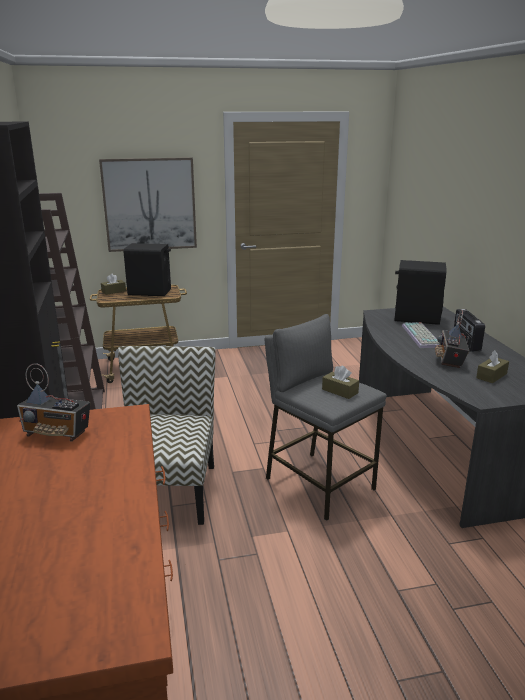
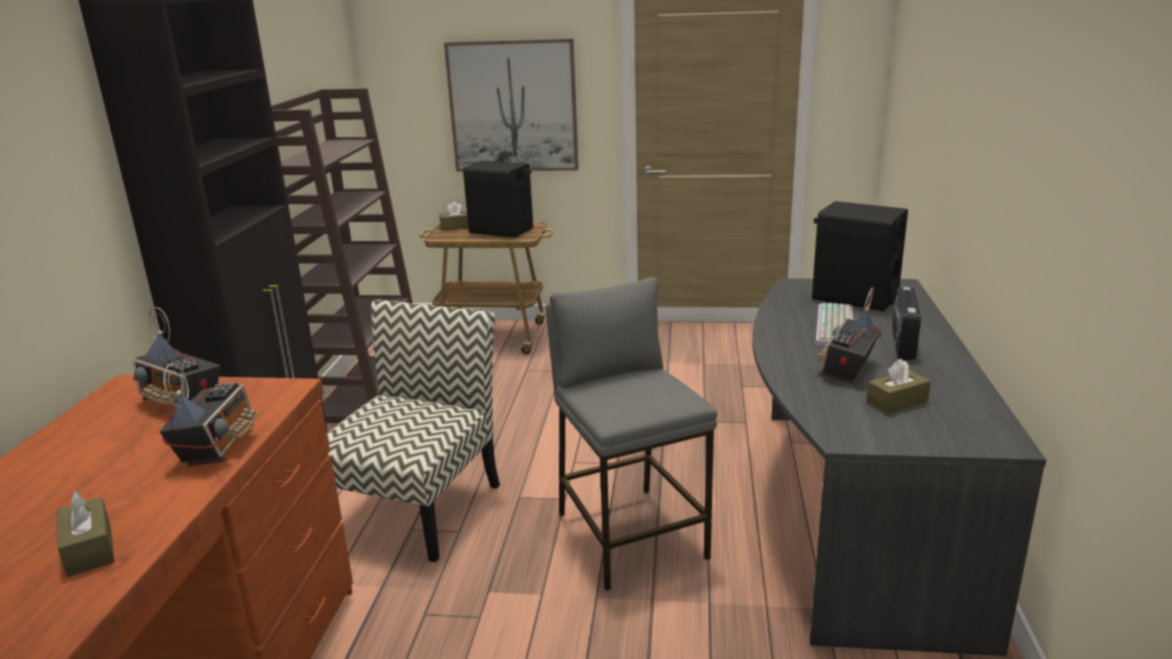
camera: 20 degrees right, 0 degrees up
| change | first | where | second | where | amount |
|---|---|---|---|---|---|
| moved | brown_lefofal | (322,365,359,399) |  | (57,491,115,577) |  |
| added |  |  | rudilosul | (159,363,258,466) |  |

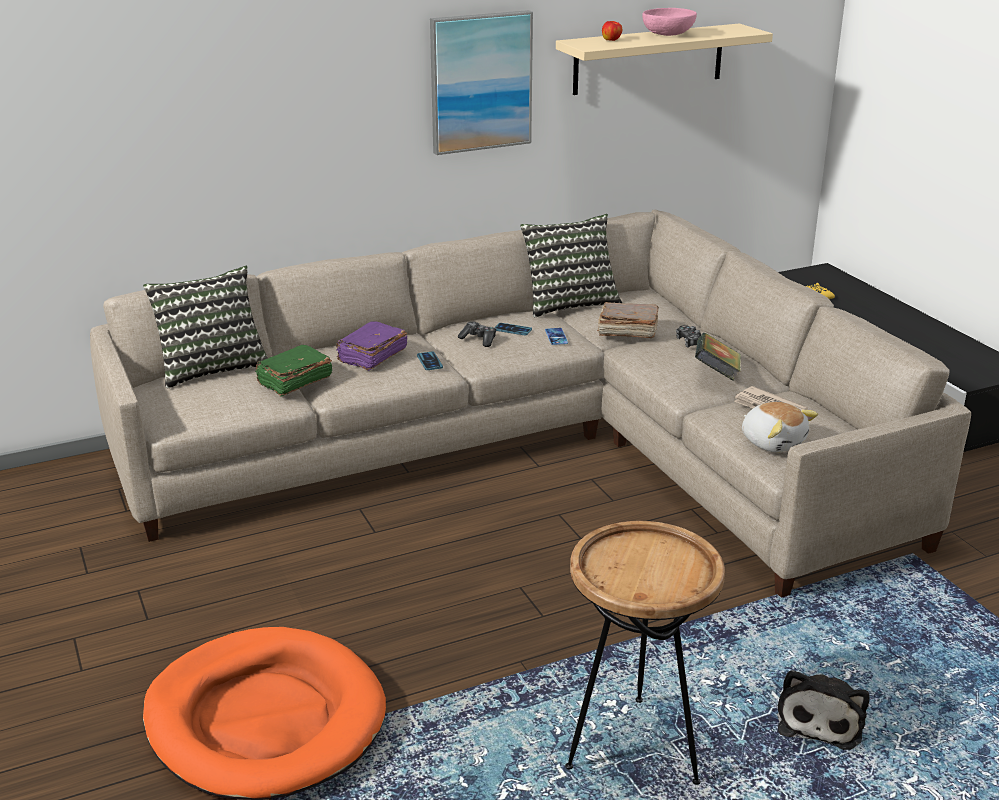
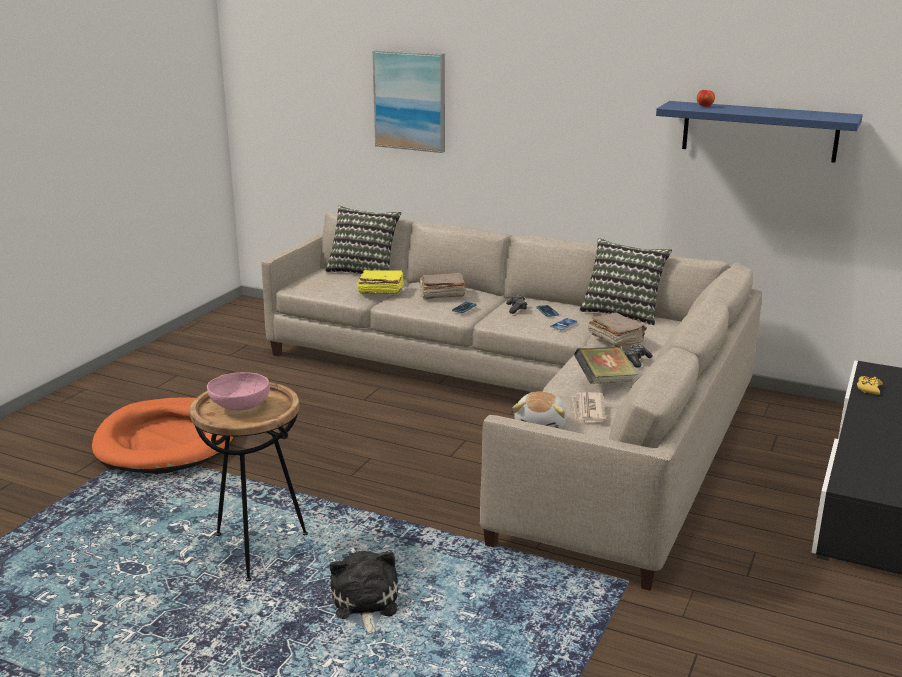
camera: 50 degrees right, 5 degrees down
| change | first | where | second | where | amount |
|---|---|---|---|---|---|
| moved | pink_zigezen | (642,8,697,36) |  | (207,372,270,411) |  |
| turned | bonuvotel | (777,670,869,750) |  | (330,550,398,634) | 105 degrees clockwise |
| recoloured | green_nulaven | (255,345,332,397) | yellow_nulaven | (357,270,404,294) |  |
| moved | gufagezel | (430,10,533,155) |  | (372,50,445,153) |  |
| recoloured | purple_nulaven | (336,321,408,371) | brown_nulaven | (419,273,466,299) |  |
| recoloured | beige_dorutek | (556,24,773,95) | blue_dorutek | (656,101,863,163) |  |

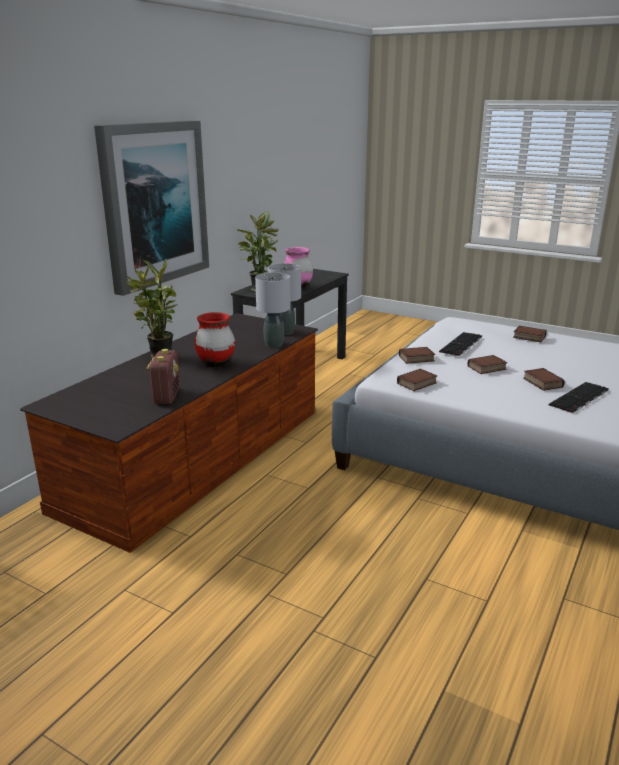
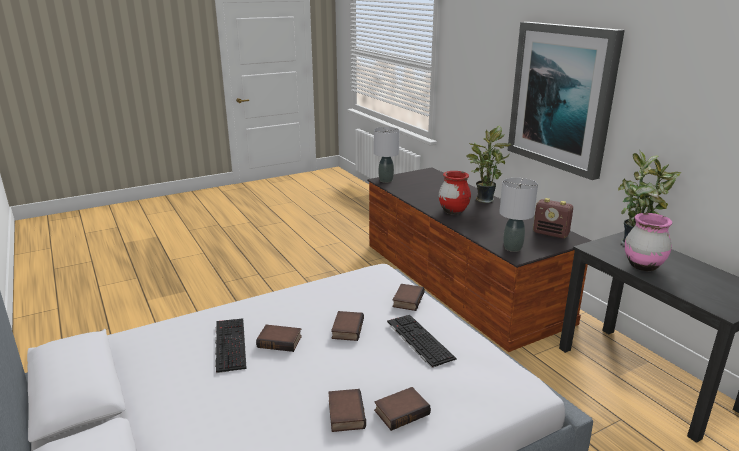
camera: 120 degrees right, 0 degrees up
| change | first | where | second | where | amount |
|---|---|---|---|---|---|
| moved | nulaven | (397,369,437,391) |  | (328,389,366,432) |  |
| moved | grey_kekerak | (255,272,290,348) |  | (374,127,400,183) |  |
| moved | rudilosul | (146,349,180,404) |  | (533,198,573,238) |  |

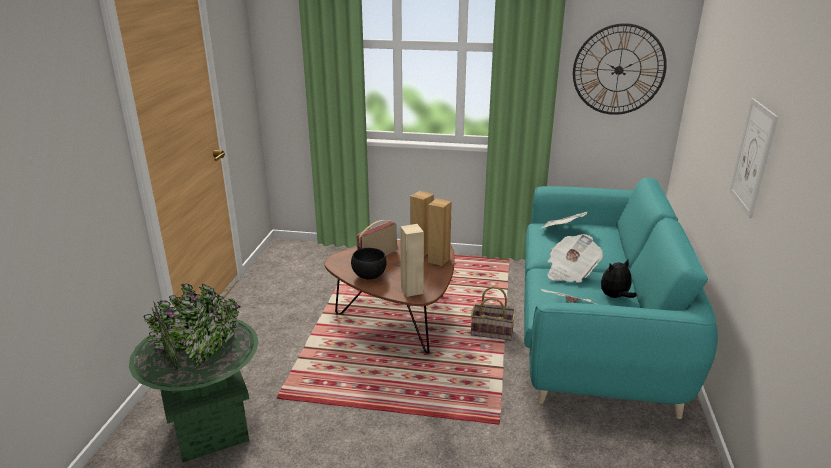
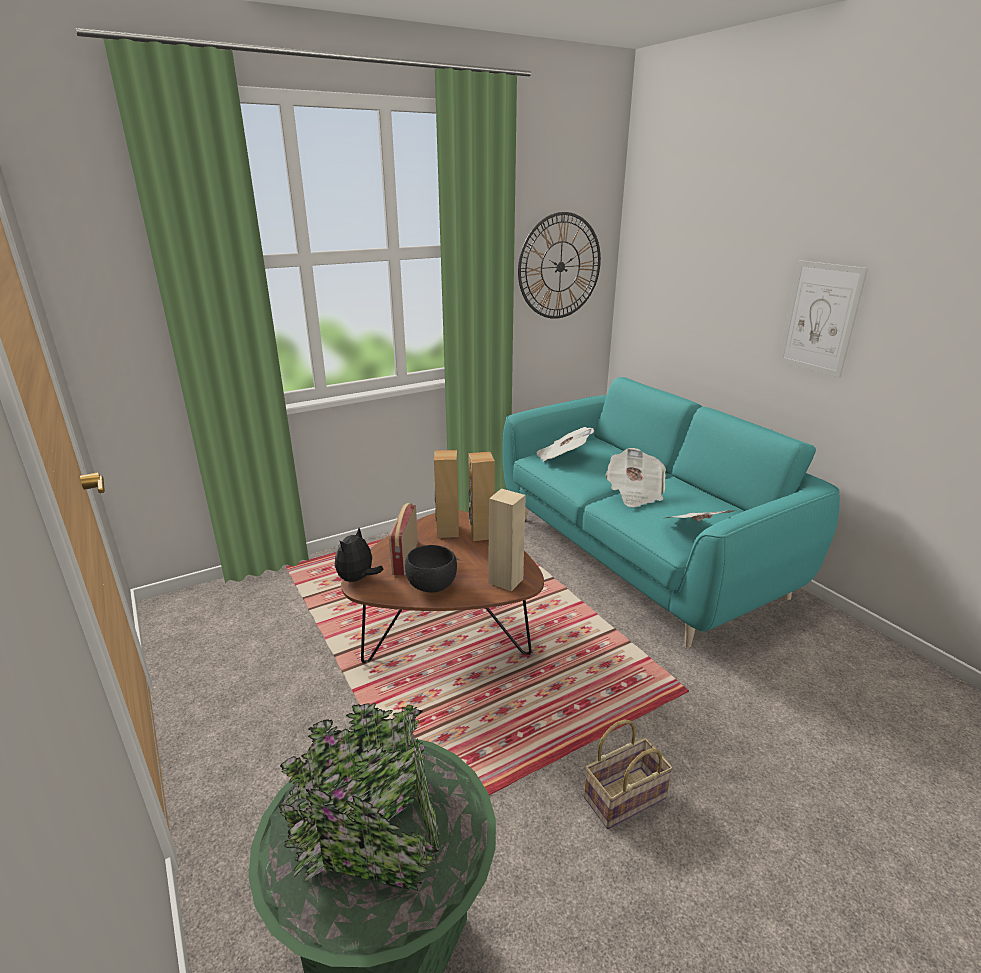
camera: 40 degrees left, 0 degrees up
| change | first | where | second | where | amount |
|---|---|---|---|---|---|
| moved | bonuvotel | (601,260,636,298) |  | (335,528,384,582) |  |
| moved | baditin | (471,286,515,341) |  | (584,719,673,829) |  |

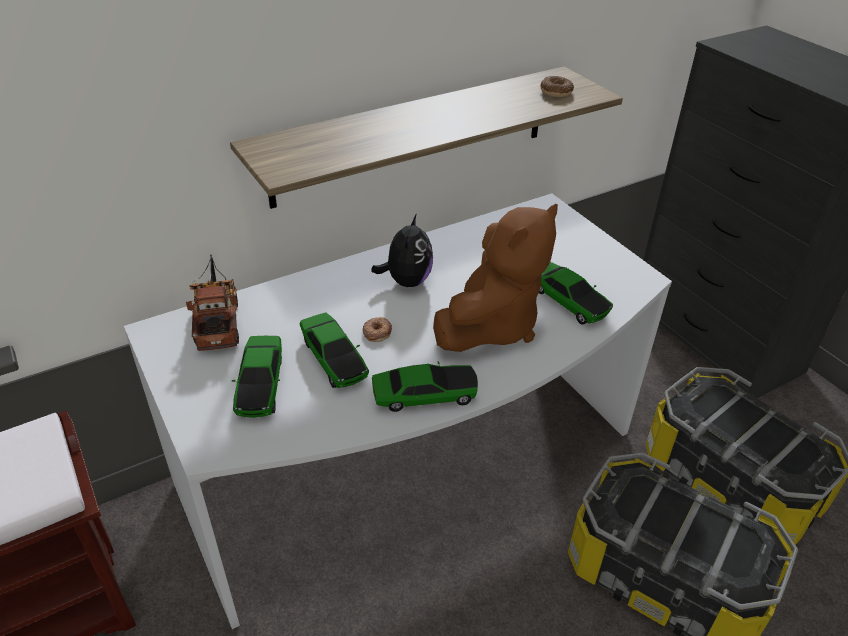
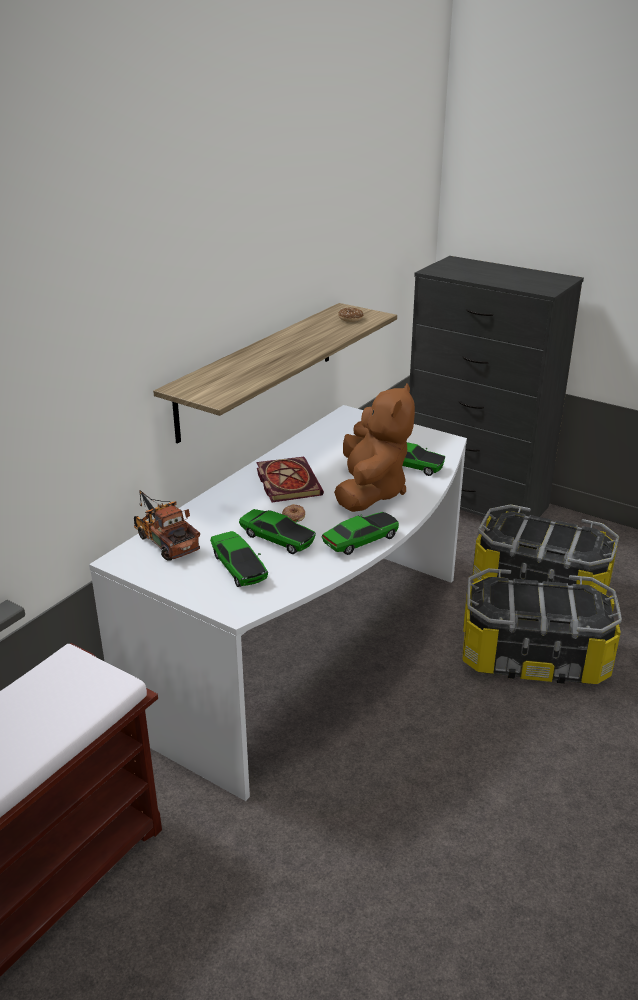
camera: 25 degrees left, 10 degrees down
| change | first | where | second | where | amount |
|---|---|---|---|---|---|
| replaced | bonuvotel | (371,214,433,287) | nulaven | (256,457,324,502) |  |

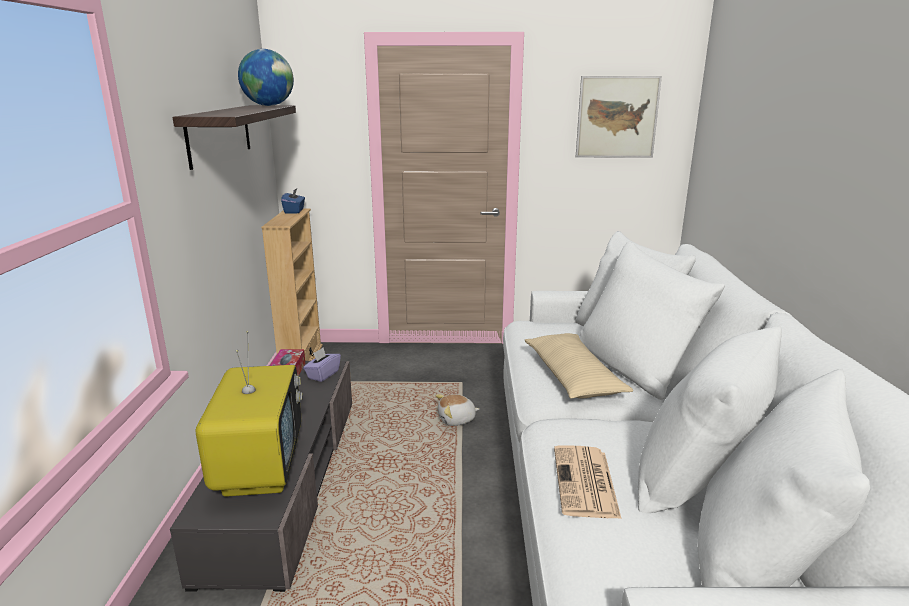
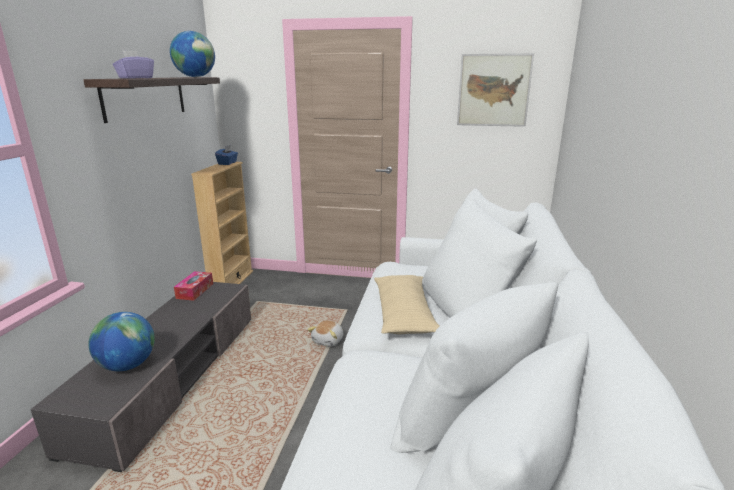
camera: 10 degrees right, 0 degrees up
| change | first | where | second | where | amount |
|---|---|---|---|---|---|
| replaced | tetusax | (196,331,302,497) | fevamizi | (88,312,155,371) |  |
| moved | purple_lefofal | (303,347,341,382) |  | (113,50,154,79) |  |
| turned | bonuvotel | (436,394,479,426) |  | (307,320,343,347) | 60 degrees counterclockwise |
| removed | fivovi | (554,445,622,519) |  |  |  |

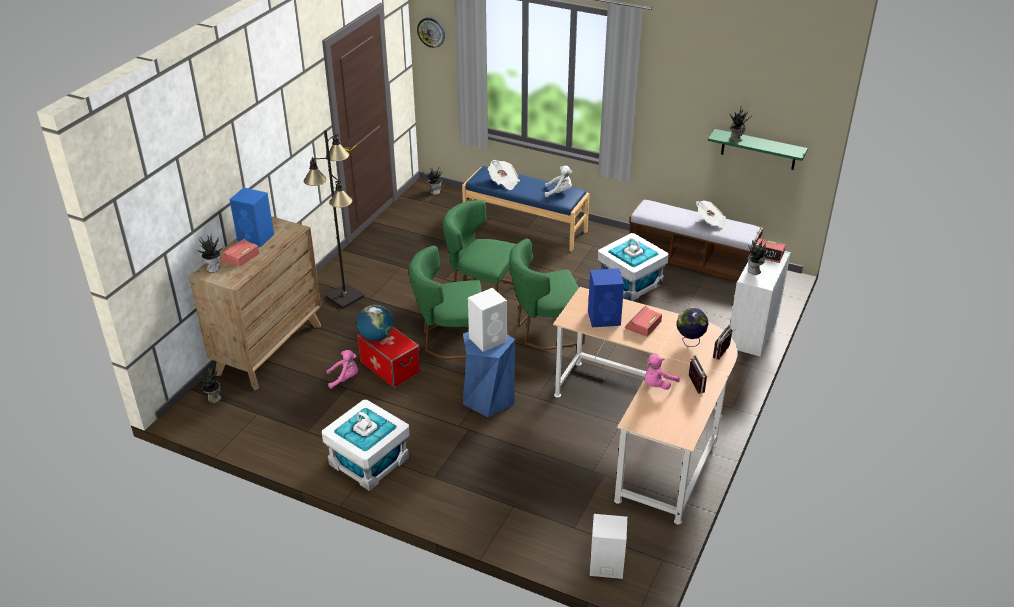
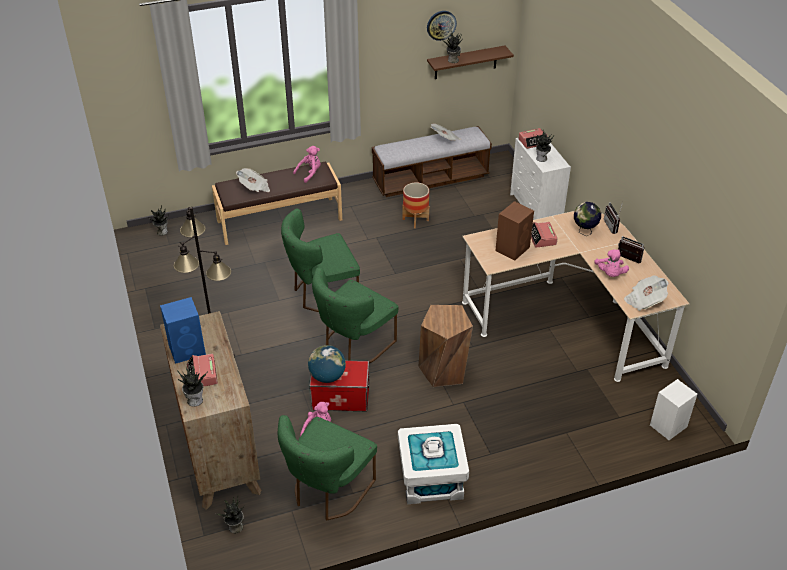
camera: 45 degrees left, 5 degrees up
| change | first | where | second | where | amount |
|---|---|---|---|---|---|
| recoloured | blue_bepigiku | (462,166,590,251) | brown_bepigiku | (212,162,342,245) |  |
| moved | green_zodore | (509,239,585,350) |  | (278,415,377,520) |  |
| recoloured | white_bonuvotel | (545,166,572,197) | pink_bonuvotel | (293,146,321,183) |  |
| replaced | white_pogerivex | (598,233,669,301) | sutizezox | (402,182,429,228) |  |
| recoloured | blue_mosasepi | (463,332,515,417) | brown_mosasepi | (418,305,473,387) |  |
| moved | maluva | (417,17,445,48) |  | (427,11,457,41) |  |
| recoloured | green_dorutek | (708,129,808,170) | brown_dorutek | (427,46,514,79) |  |
| recoloured | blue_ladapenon | (588,268,624,327) | brown_ladapenon | (495,201,534,261) |  |
| added |  |  | fivovi | (624,275,669,311) |  |
| removed | white_ladapenon | (468,288,507,352) |  |  |  |

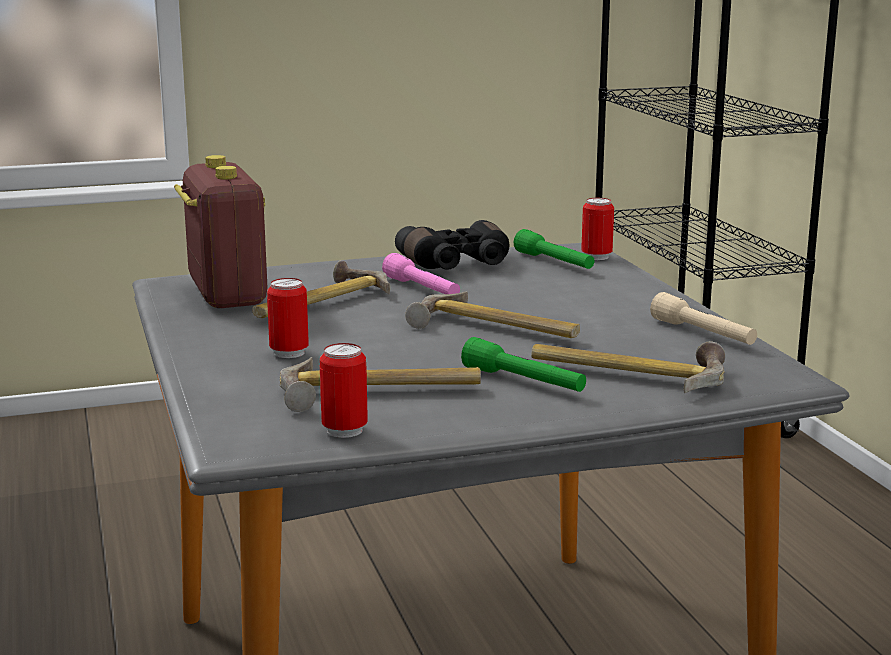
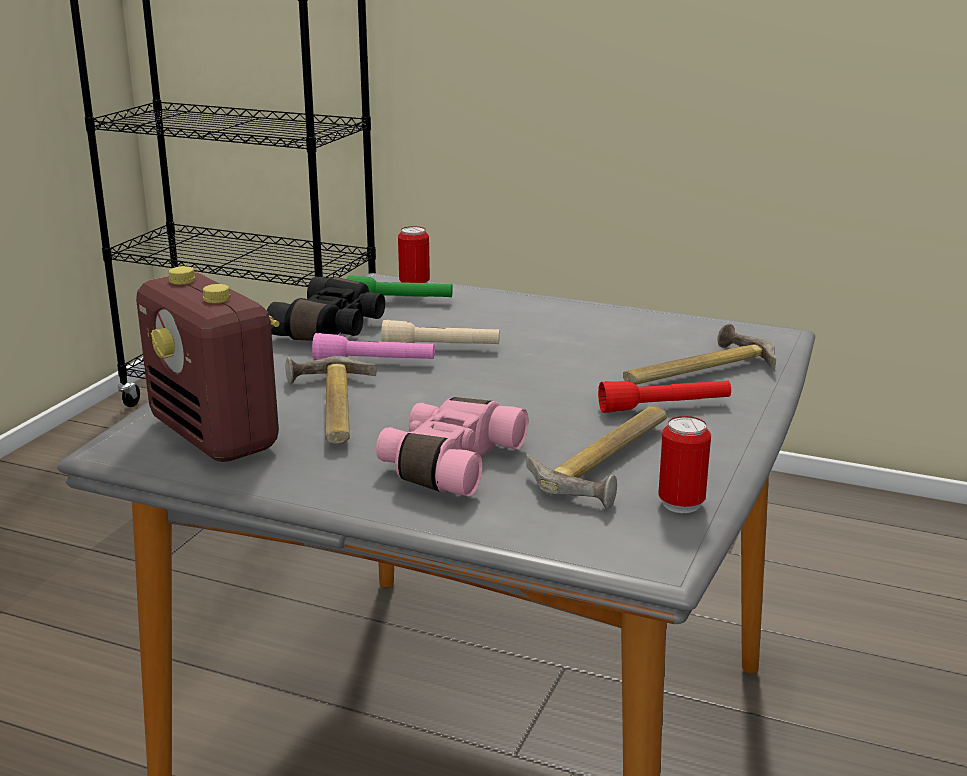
camera: 50 degrees left, 5 degrees up
| change | first | where | second | where | amount |
|---|---|---|---|---|---|
| turned | rudilosul | (174,155,268,308) |  | (136,266,280,462) | 150 degrees counterclockwise |
| replaced | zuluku | (267,278,309,358) | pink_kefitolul | (376,397,529,497) |  |
| moved | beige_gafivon | (650,292,757,345) |  | (381,320,500,344) |  |
| recoloured | green_gafivon | (461,337,586,392) | red_gafivon | (598,381,731,413) |  |
| removed | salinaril | (405,291,580,338) |  |  |  |

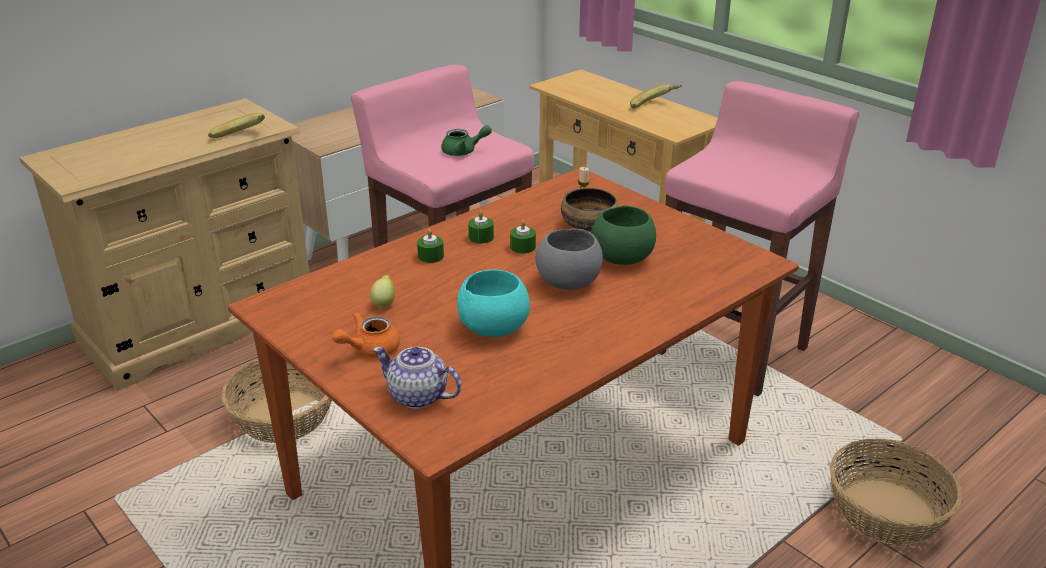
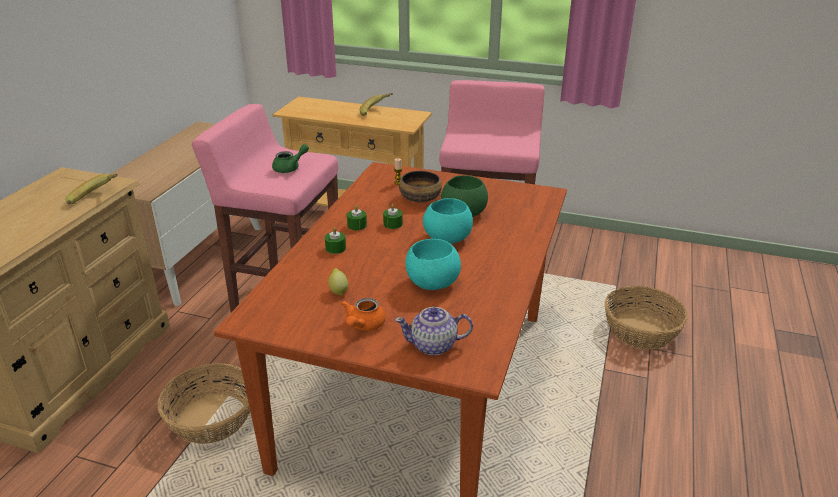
camera: 30 degrees left, 0 degrees up
| change | first | where | second | where | amount |
|---|---|---|---|---|---|
| recoloured | grey_zigezen | (536,229,603,290) | turquoise_zigezen | (423,198,473,244) |  |

